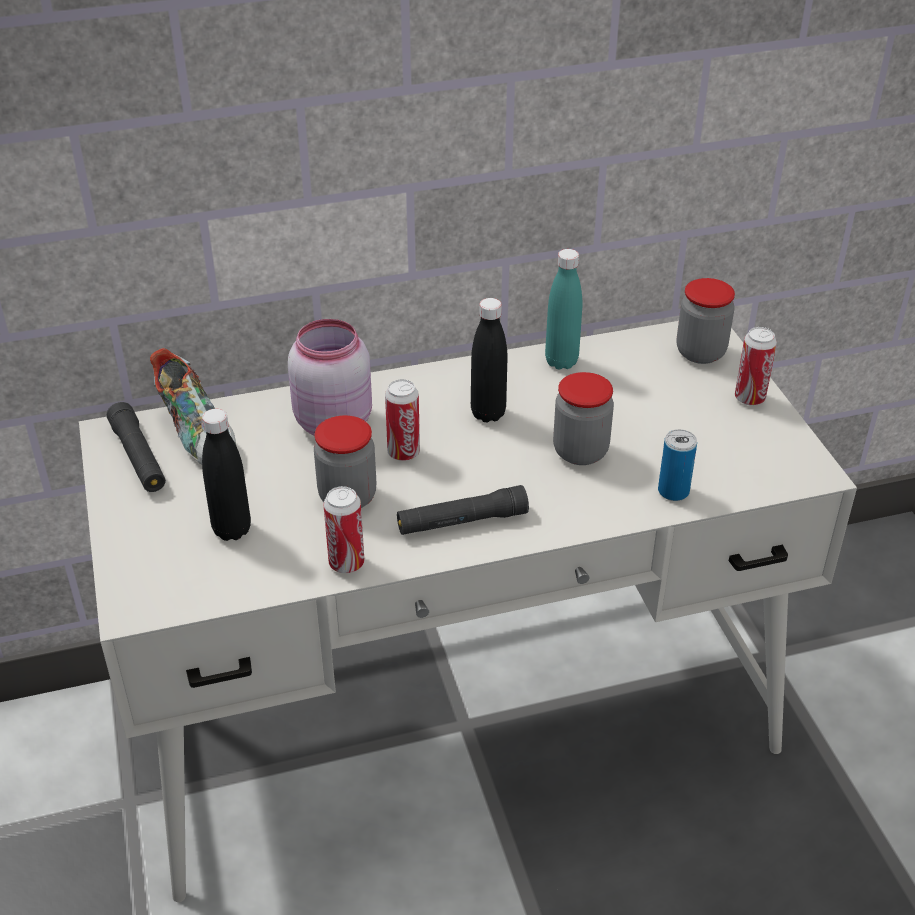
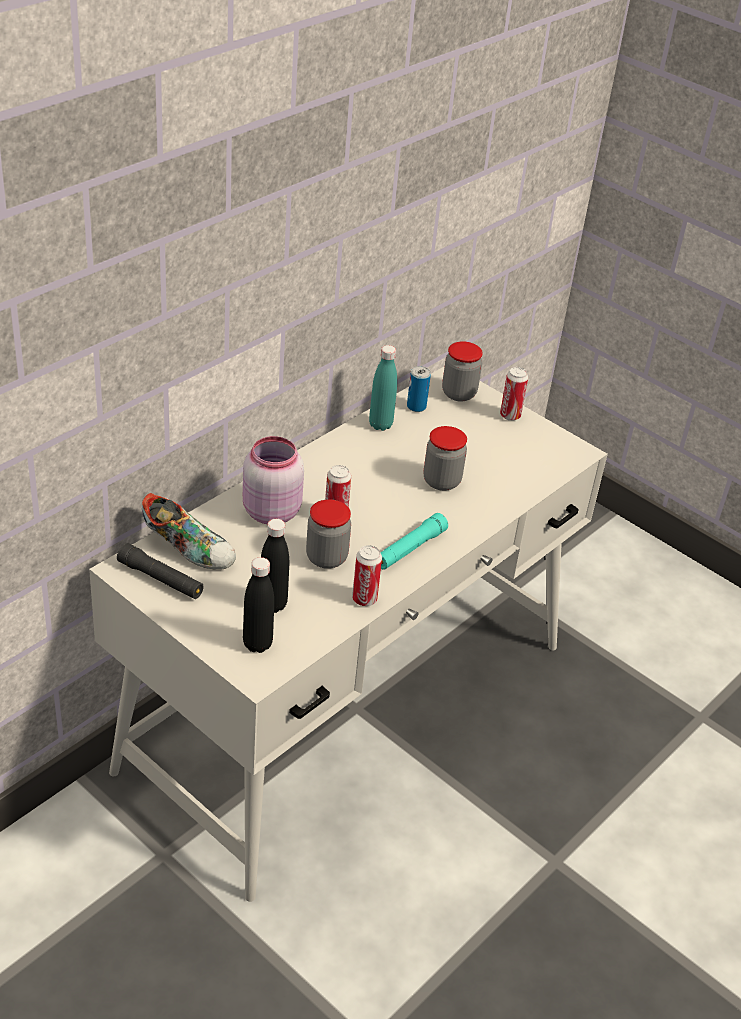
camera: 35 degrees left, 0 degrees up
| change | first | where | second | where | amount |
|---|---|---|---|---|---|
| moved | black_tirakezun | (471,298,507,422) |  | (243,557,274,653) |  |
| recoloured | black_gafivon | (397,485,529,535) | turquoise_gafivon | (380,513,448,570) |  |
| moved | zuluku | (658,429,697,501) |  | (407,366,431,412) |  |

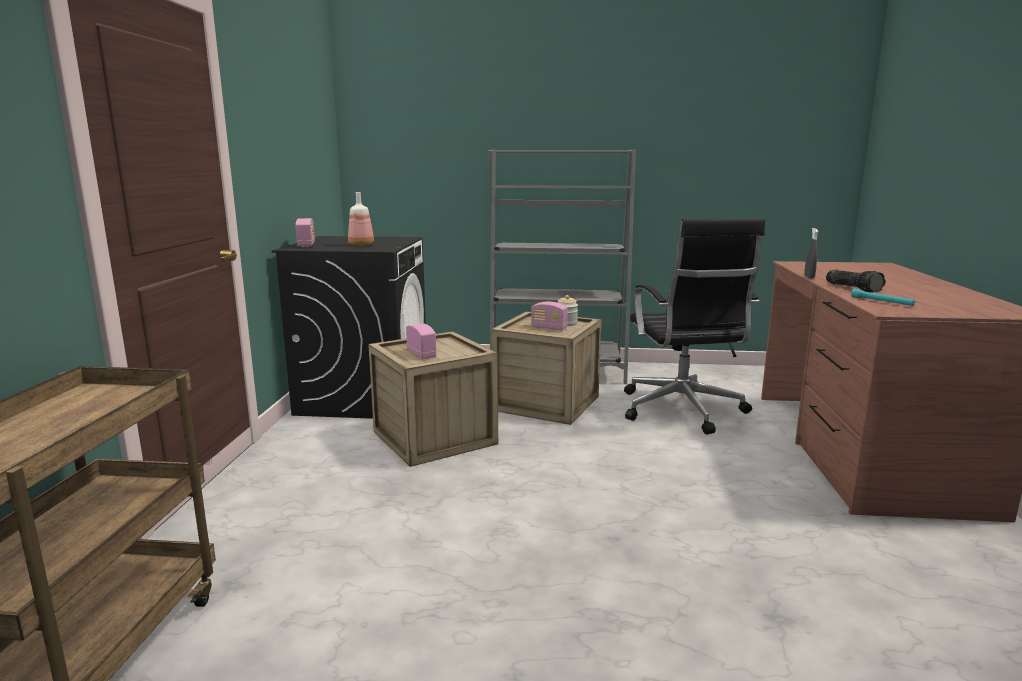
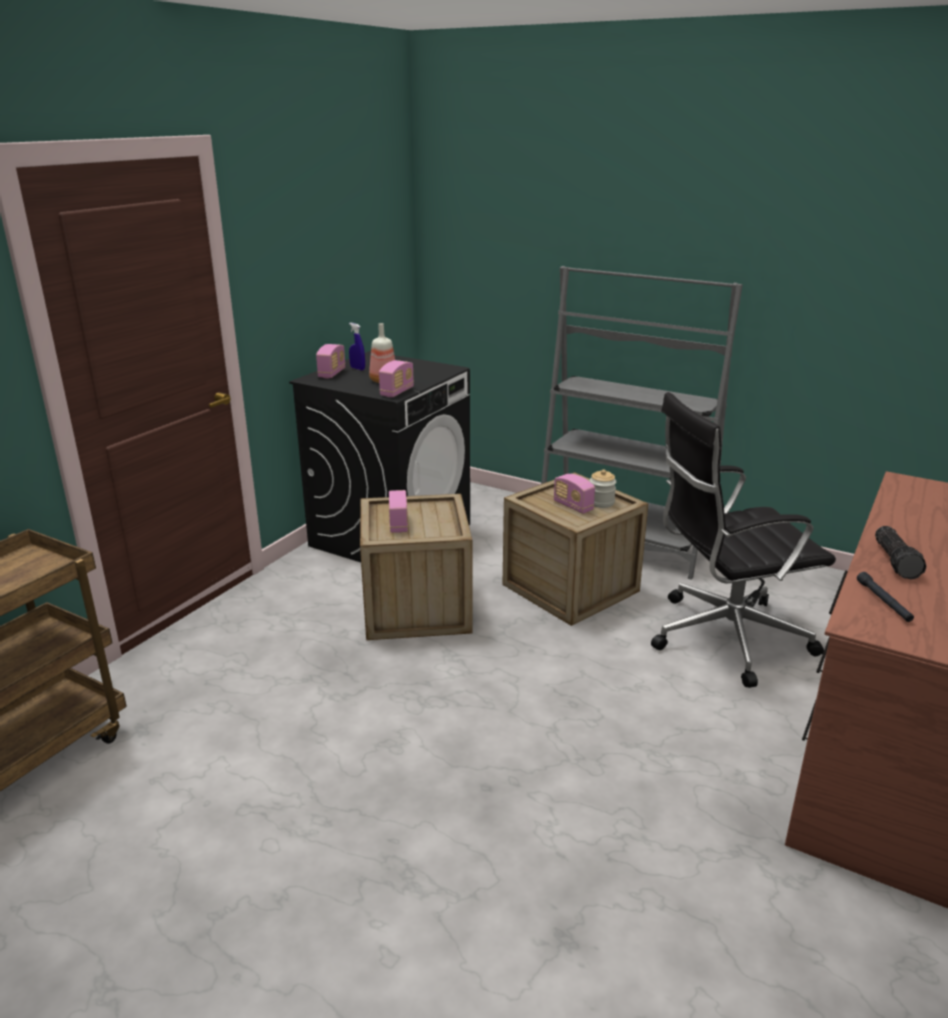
camera: 25 degrees right, 10 degrees up
| change | first | where | second | where | amount |
|---|---|---|---|---|---|
| added |  |  | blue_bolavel | (349,323,365,370) |  |
| added |  |  | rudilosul | (379,360,414,397) |  |
| turned | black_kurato | (624,218,765,435) |  | (651,392,836,688) | 60 degrees clockwise |
| recoloured | turquoise_gafivon | (851,289,915,306) | black_gafivon | (857,572,914,622) |  |
| removed | grey_bolavel | (804,228,818,279) |  |  |  |

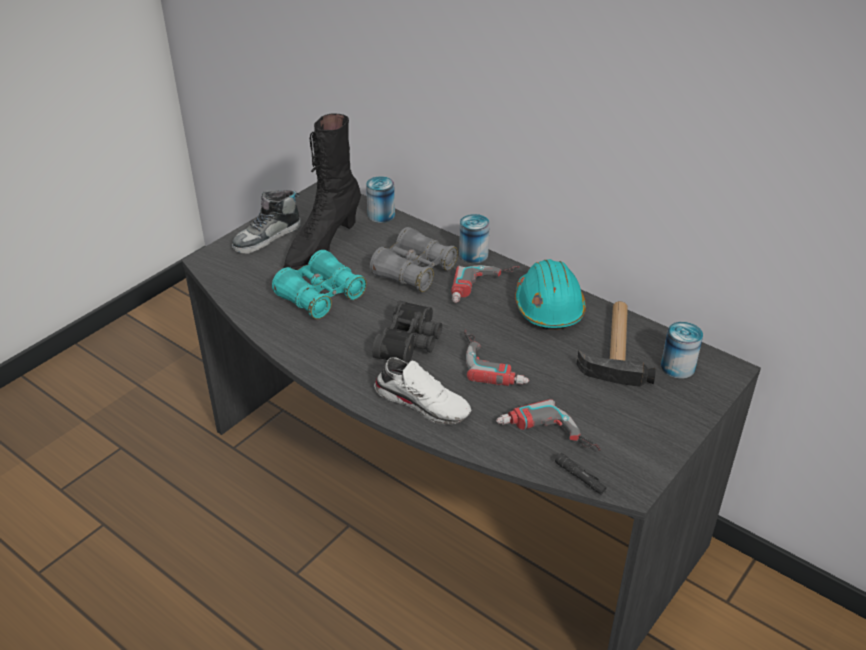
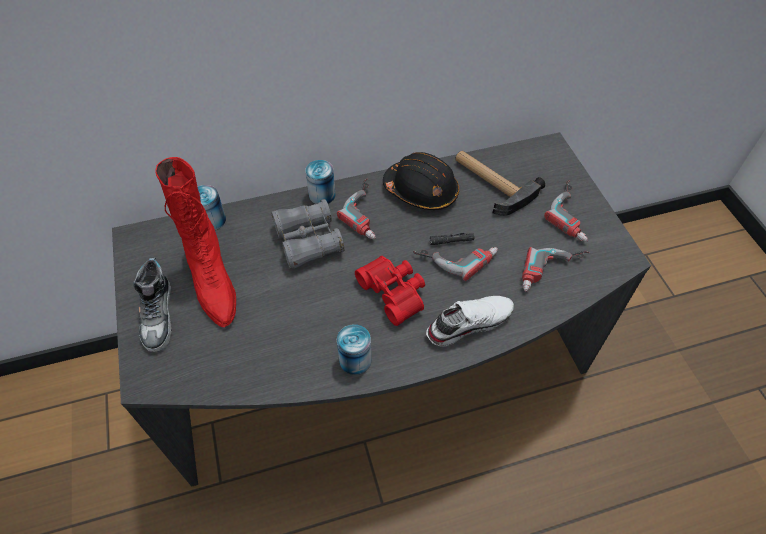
camera: 55 degrees left, 15 degrees up
| change | first | where | second | where | amount |
|---|---|---|---|---|---|
| recoloured | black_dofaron | (283,114,361,270) | red_dofaron | (155,157,236,327) |  |
| moved | zuluku | (661,322,703,379) |  | (337,324,371,375) |  |
| recoloured | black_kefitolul | (372,300,442,364) | red_kefitolul | (355,256,425,326) |  |
| recoloured | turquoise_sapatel | (515,259,586,330) | black_sapatel | (383,152,459,210) |  |
| moved | black_gafivon | (555,453,606,495) |  | (430,233,475,245) |  |
| added |  |  | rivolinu | (544,180,588,242) |  |
| removed | turquoise_kefitolul | (272,250,367,319) |  |  |  |

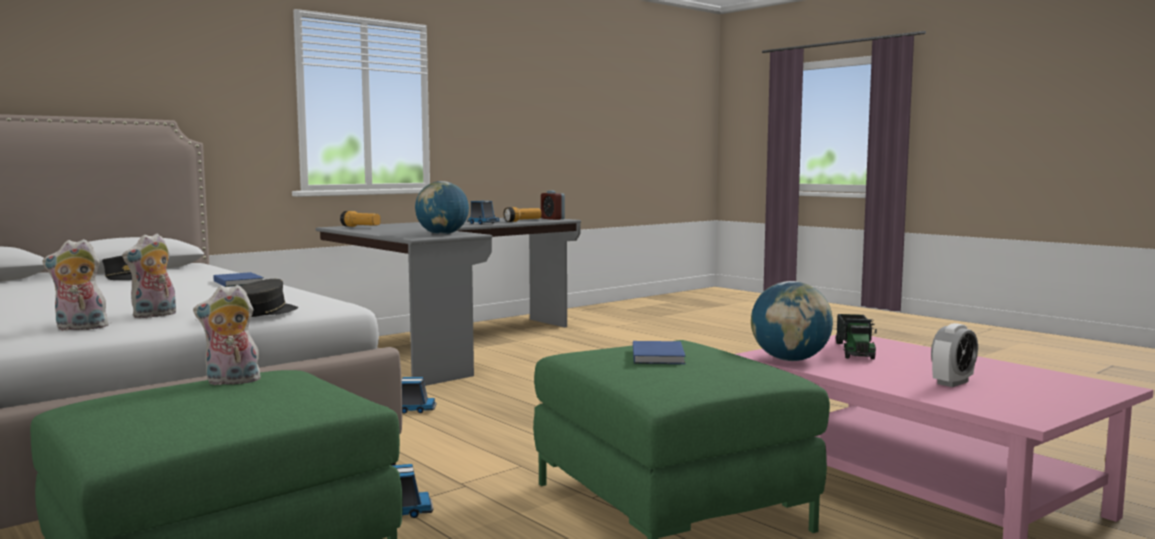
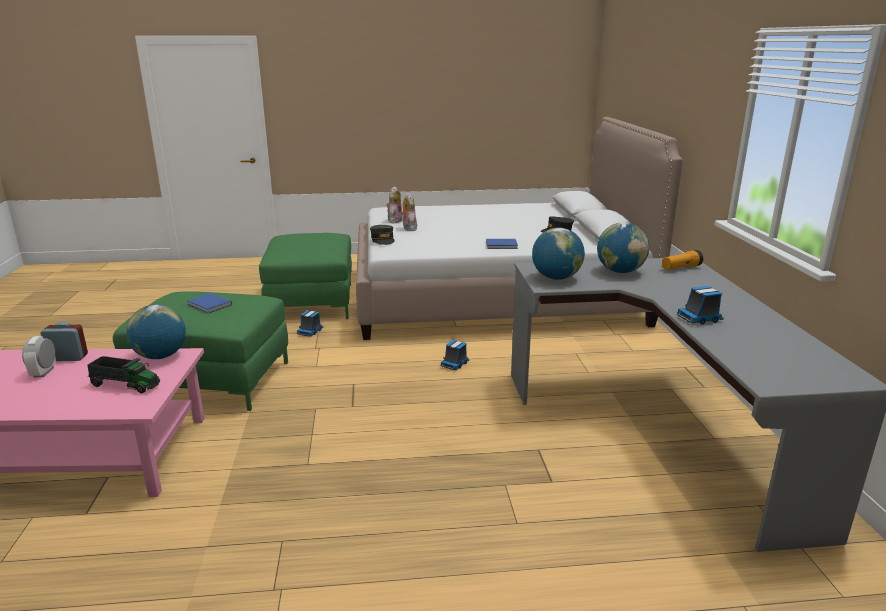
camera: 125 degrees right, 15 degrees up
| change | first | where | second | where | amount |
|---|---|---|---|---|---|
| moved | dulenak | (541,190,565,220) |  | (40,322,88,361) |  |
| turned | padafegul | (836,314,877,359) |  | (88,356,160,393) | 150 degrees clockwise |
| added |  |  | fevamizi | (597,222,649,273) |  |
| removed | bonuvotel | (193,285,262,385) |  |  |  |
| removed | gafivon | (504,207,541,222) |  |  |  |

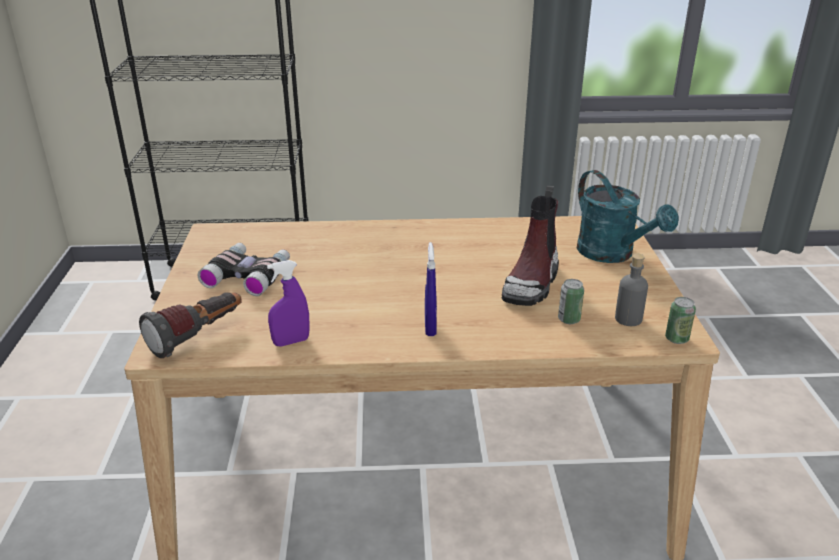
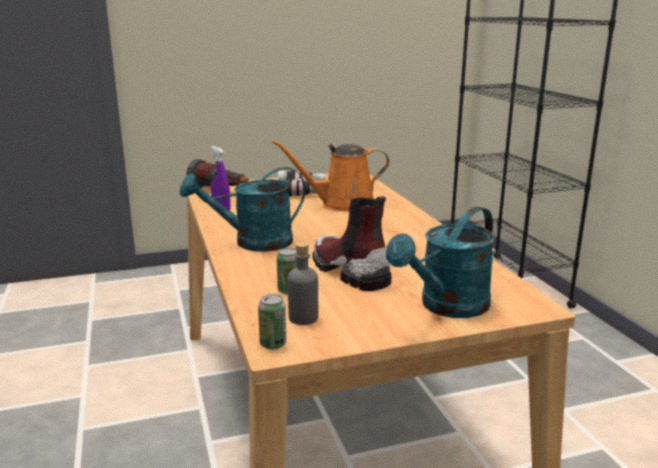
camera: 75 degrees right, 10 degrees down
| change | first | where | second | where | amount |
|---|---|---|---|---|---|
| replaced | blue_bolavel | (425,242,437,336) | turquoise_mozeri | (180,167,305,252) |  |
| added |  |  | orange_mozeri | (272,140,389,212) |  |
| turned | dofaron | (502,186,559,306) |  | (312,196,392,291) | 45 degrees clockwise |

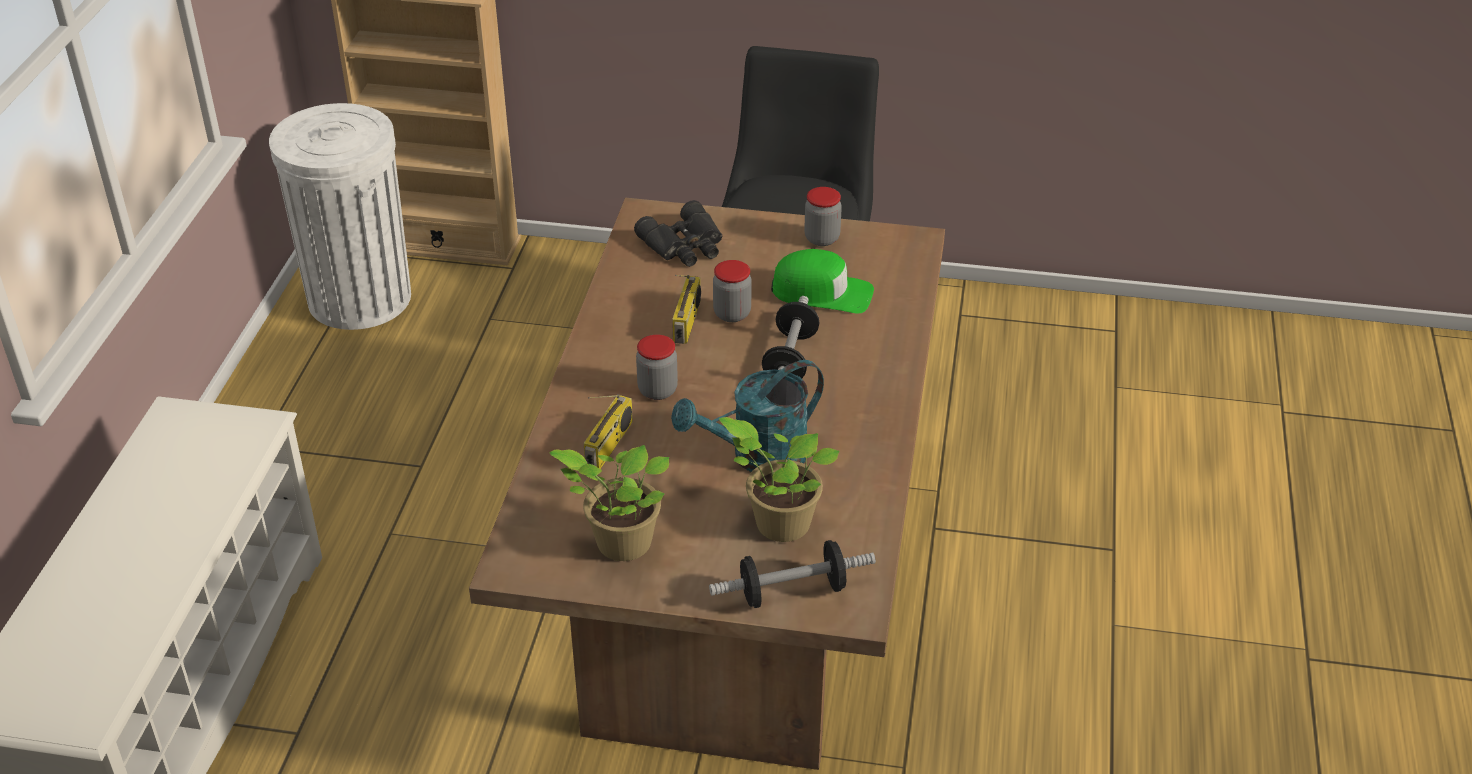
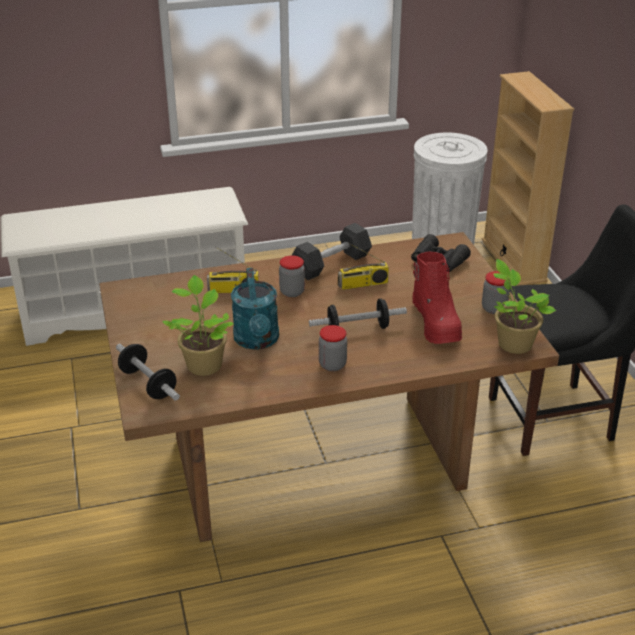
camera: 65 degrees right, 5 degrees down
| change | first | where | second | where | amount |
|---|---|---|---|---|---|
| turned | turquoise_mozeri | (671,360,824,472) |  | (231,268,279,350) | 135 degrees counterclockwise |
| added |  |  | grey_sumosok | (292,223,372,280) |  |
| moved | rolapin | (713,260,752,322) |  | (319,325,347,371) |  |
| replaced | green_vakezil | (771,249,874,314) | red_dofaron | (412,252,462,344) |  |
| moved | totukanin | (550,445,669,561) |  | (493,259,556,354) |  |

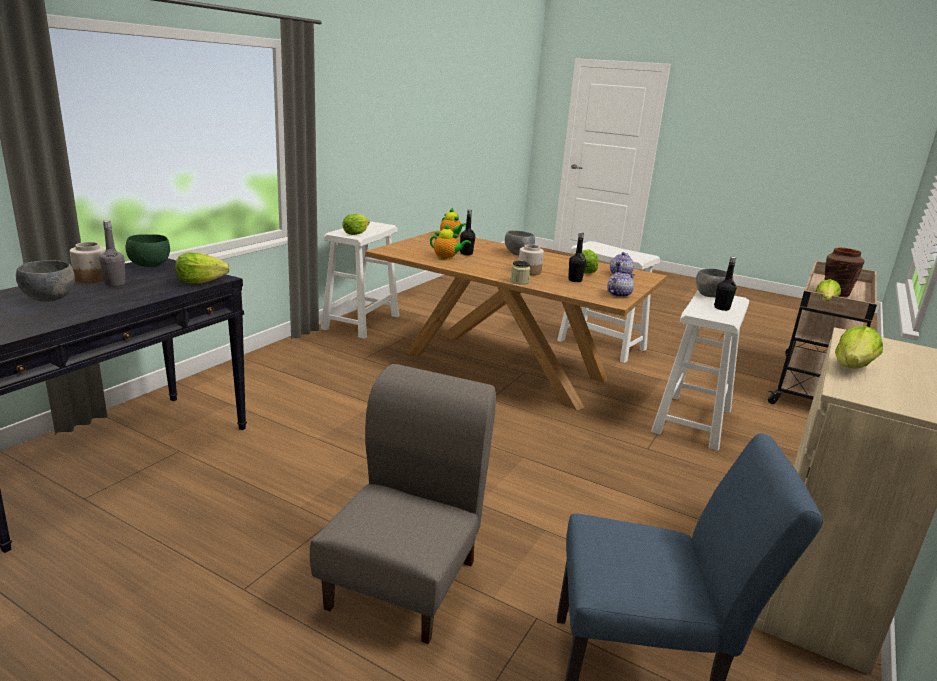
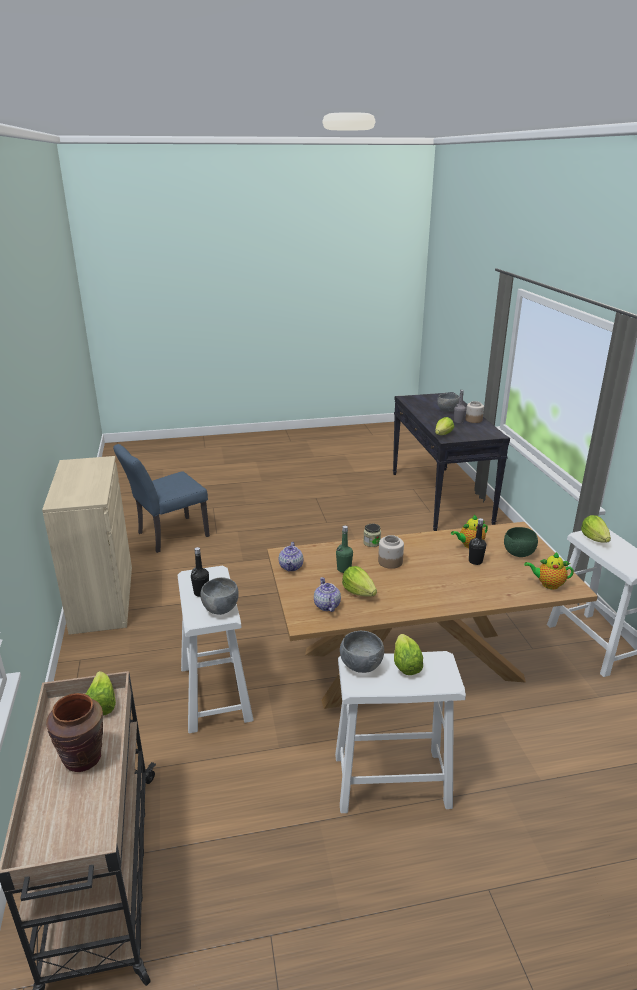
camera: 140 degrees right, 5 degrees up
| change | first | where | second | where | amount |
|---|---|---|---|---|---|
| recoloured | black_tirakezun | (568,232,586,282) | green_tirakezun | (336,526,353,573) |  |
| moved | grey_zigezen | (505,230,535,255) |  | (340,631,384,673) |  |
| moved | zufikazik | (835,326,883,369) |  | (394,634,423,675) |  |
| moved | green_zigezen | (126,234,170,267) |  | (504,527,538,557) |  |
| removed | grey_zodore | (309,364,496,644) |  |  |  |

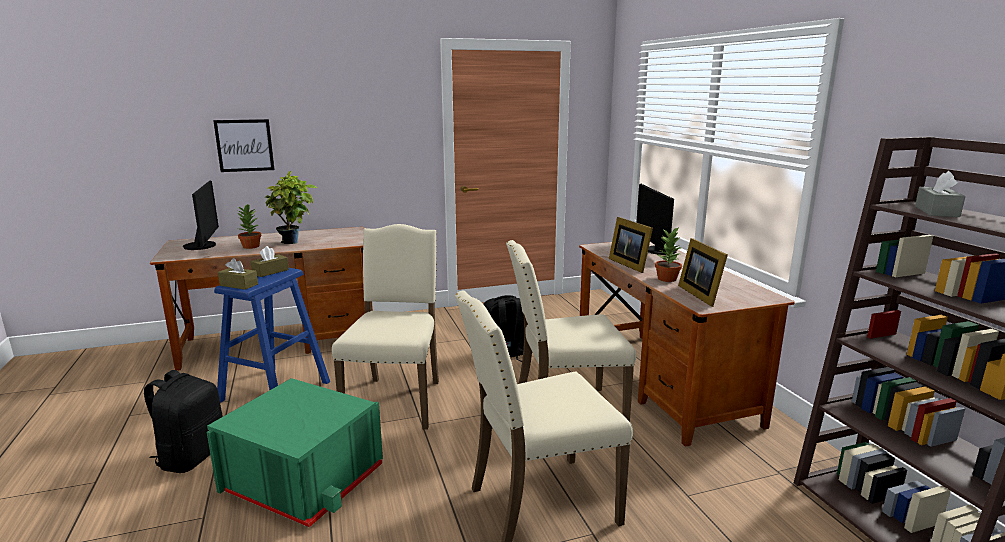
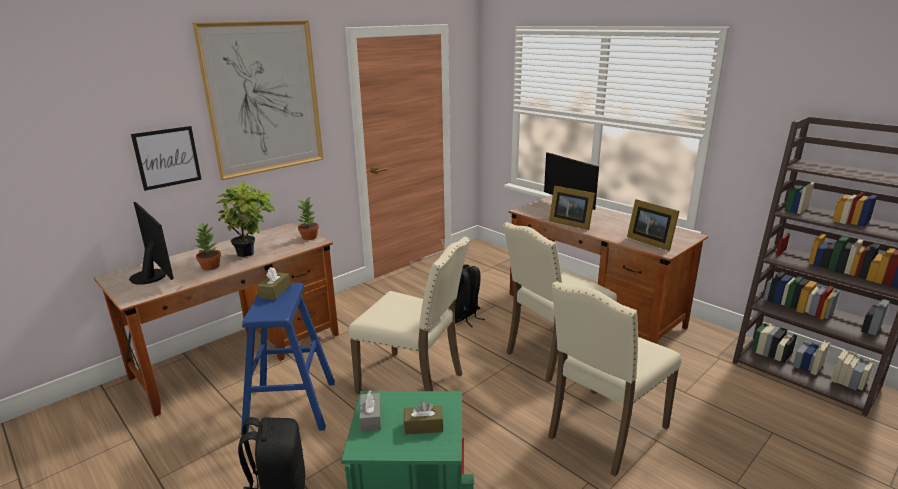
camera: 25 degrees left, 5 degrees up
| change | first | where | second | where | amount |
|---|---|---|---|---|---|
| added |  |  | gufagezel | (192,20,323,180) |  |
| moved | totukanin | (655,227,682,282) |  | (297,196,319,240) |  |
| turned | beige_zodore | (332,224,439,430) |  | (348,237,471,394) | 135 degrees clockwise |
| moved | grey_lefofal | (915,171,965,217) |  | (359,390,381,432) |  |
| moved | brown_lefofal | (218,258,258,290) |  | (404,401,443,435) |  |

